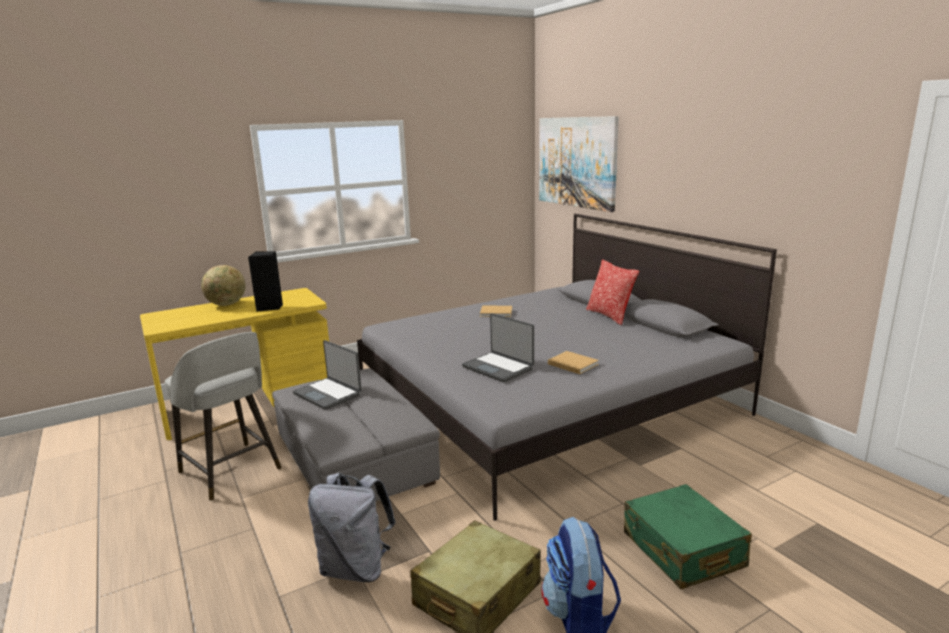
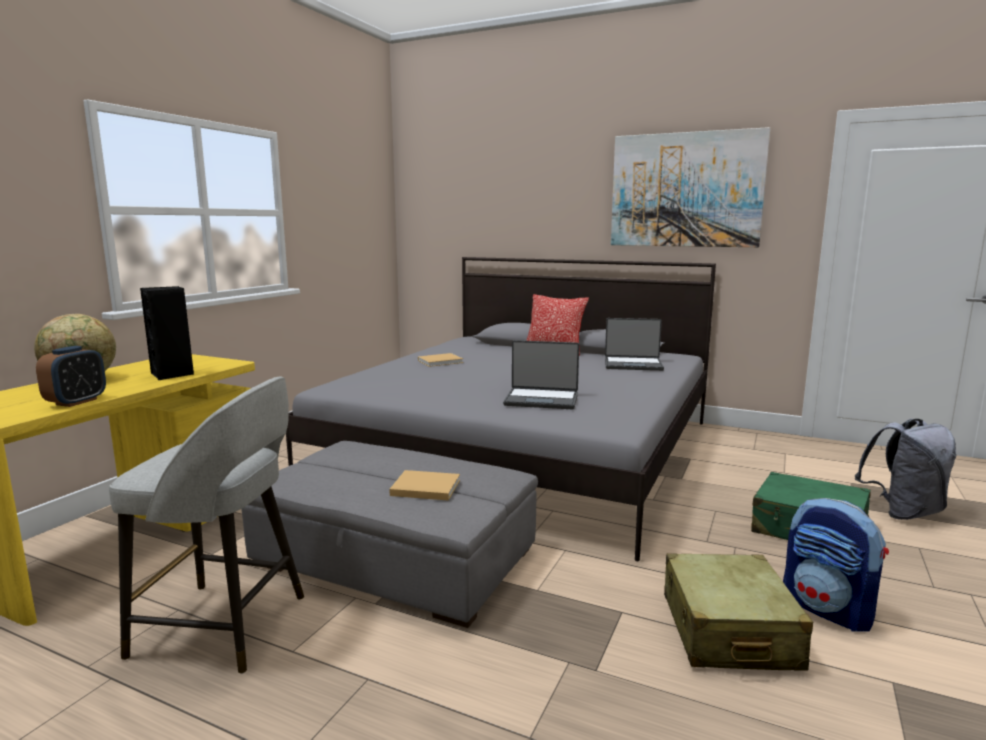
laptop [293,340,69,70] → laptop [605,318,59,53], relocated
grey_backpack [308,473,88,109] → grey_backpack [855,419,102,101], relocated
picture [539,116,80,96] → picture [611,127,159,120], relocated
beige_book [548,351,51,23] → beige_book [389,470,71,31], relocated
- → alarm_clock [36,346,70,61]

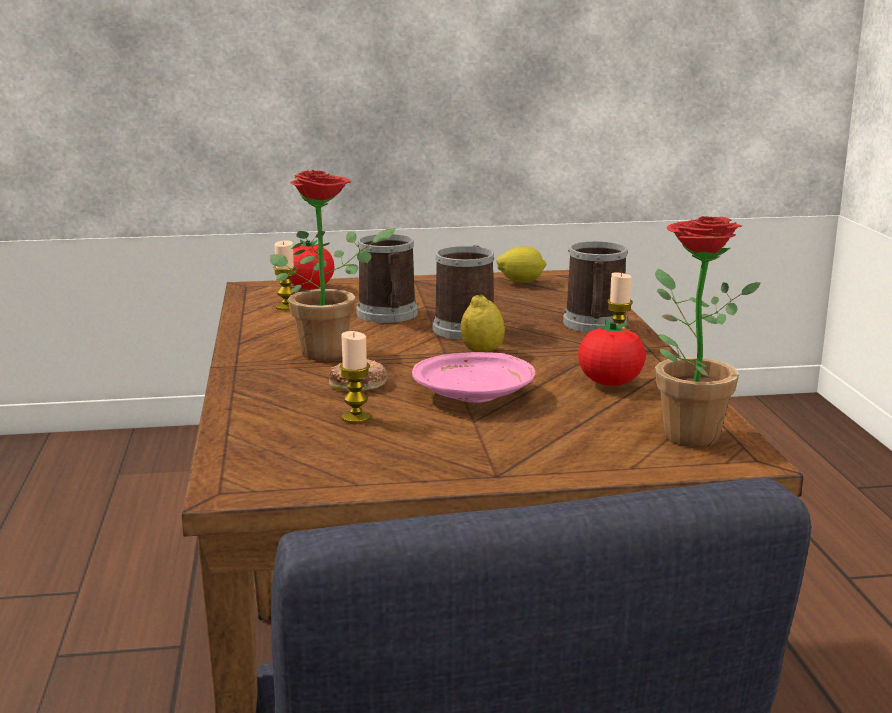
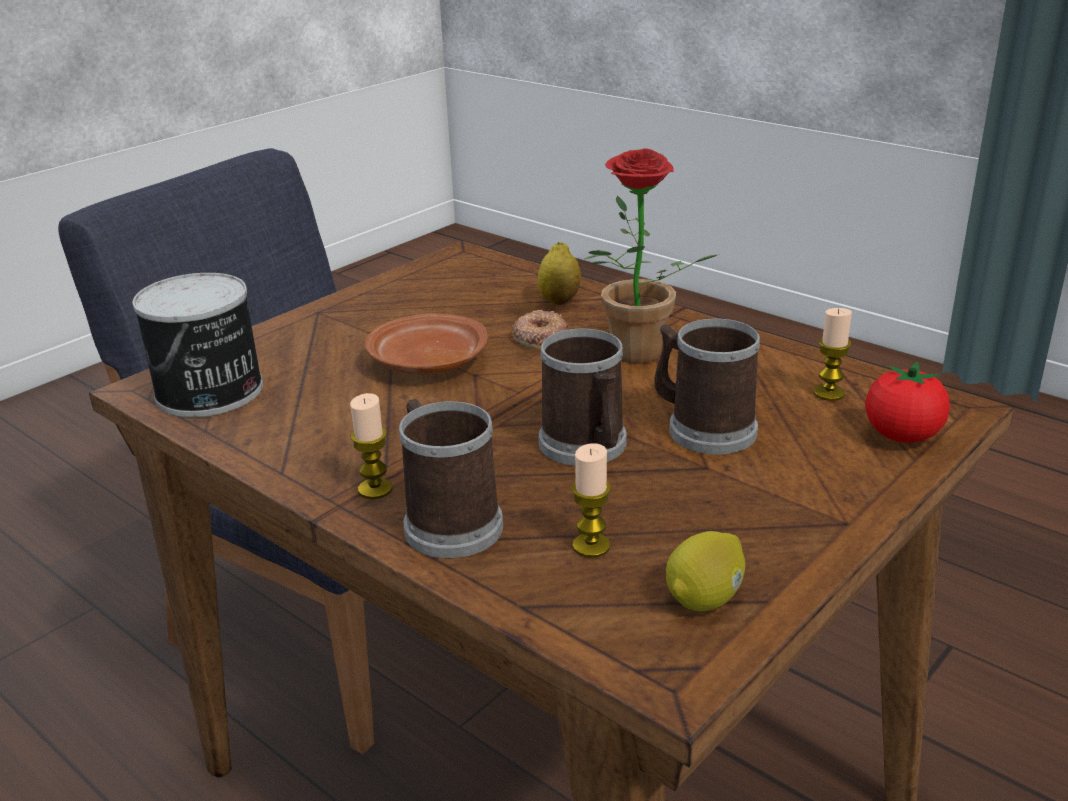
candle [339,331,32,93] → candle [571,443,40,115], relocated
pink_plate [412,352,123,51] → brown_plate [365,313,123,61]
lemon [460,294,45,59] → lemon [538,242,43,63], relocated
tomato [578,320,67,66] → -
potted_plant [655,216,106,231] → can [132,273,131,144]

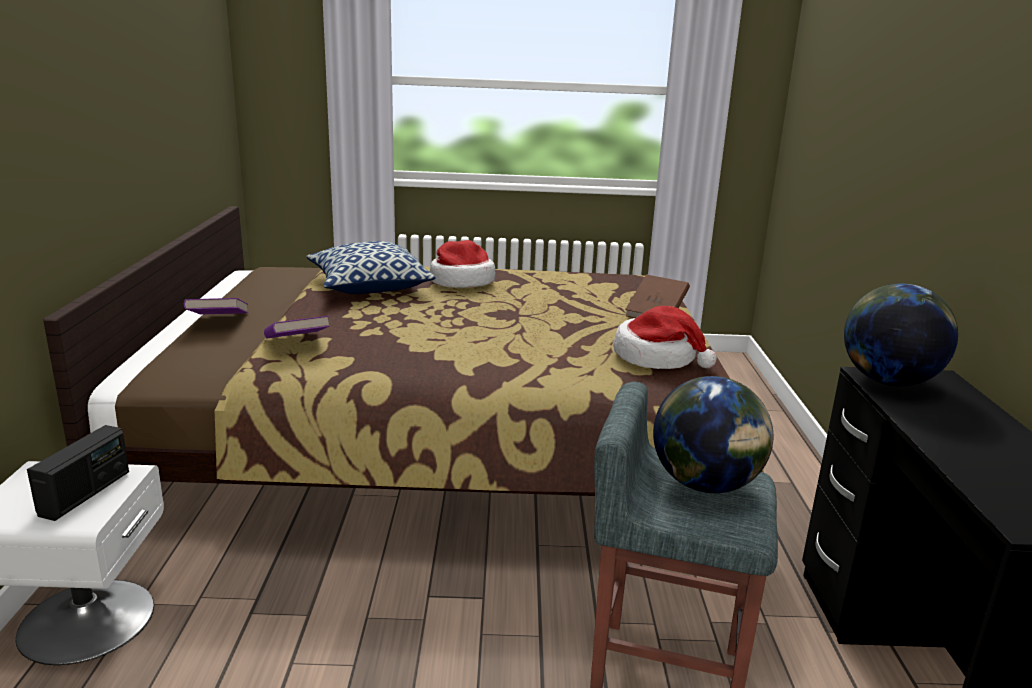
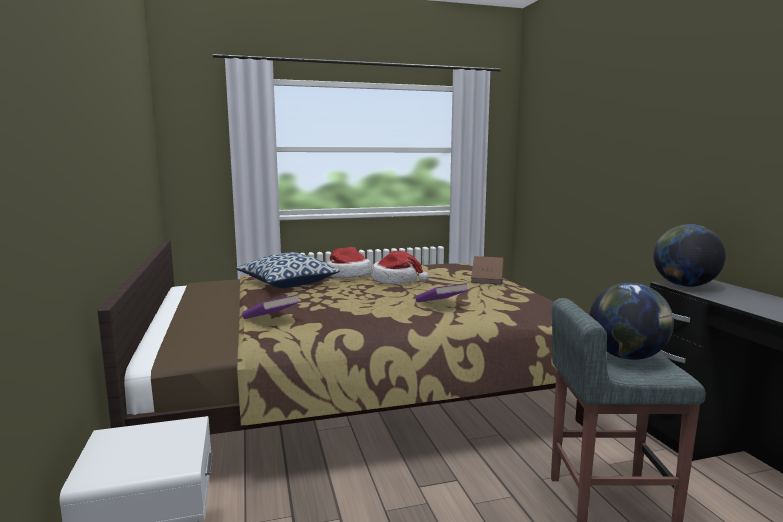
radio [27,425,102,96] → -
purple_book [184,298,64,17] → purple_book [415,283,53,19], relocated
hat [613,306,104,63] → hat [371,251,58,33], relocated

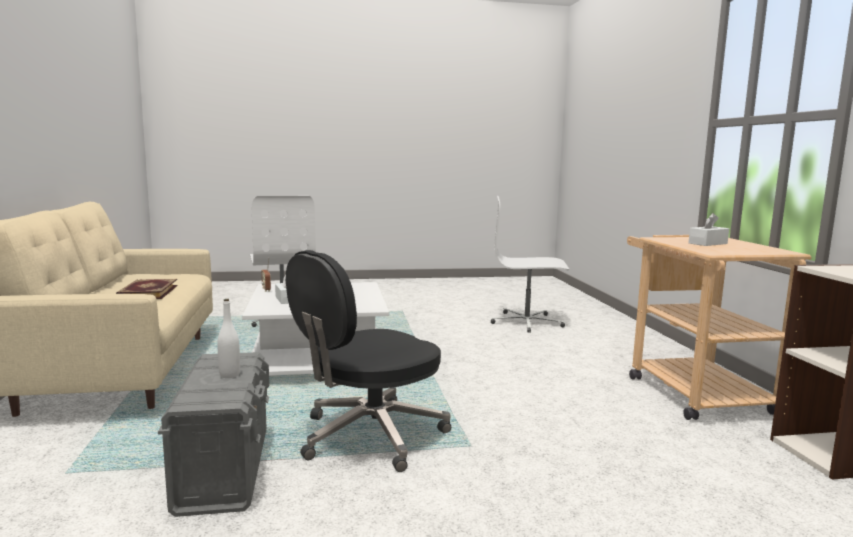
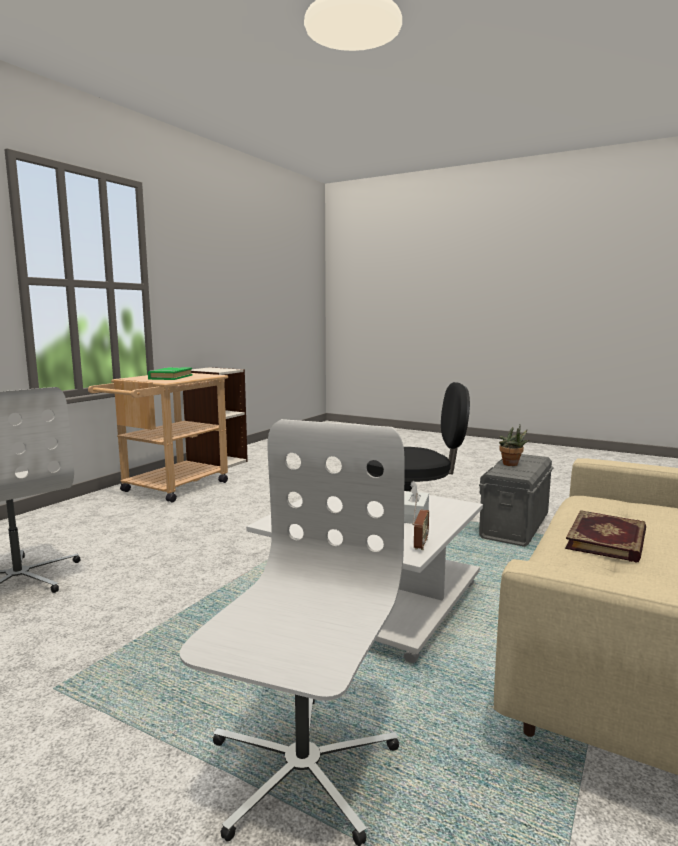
white_bottle [217,299,23,79] → potted_plant [499,425,30,41]
white_tissue_box [689,213,40,33] → green_book [148,367,44,13]

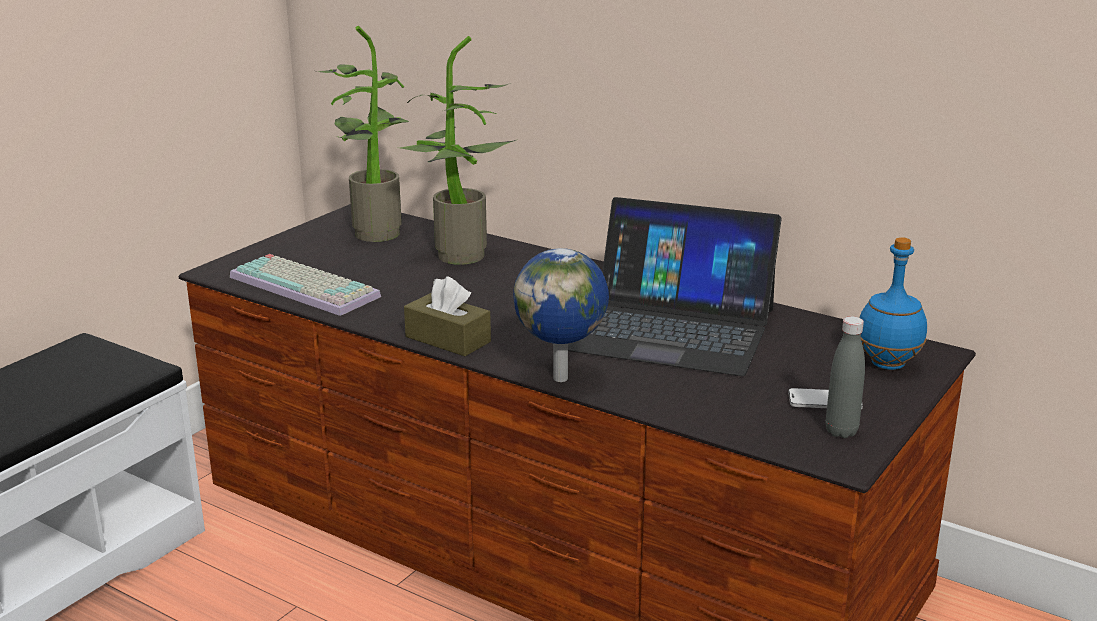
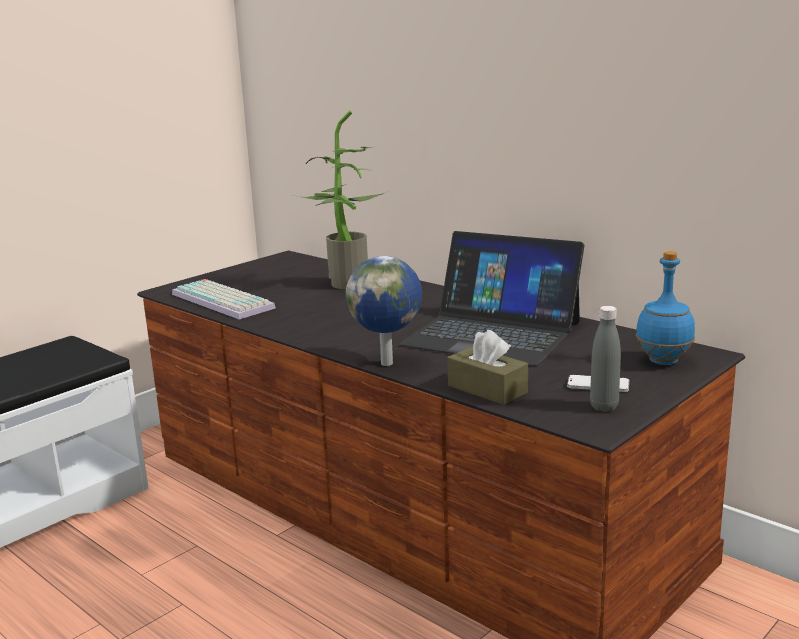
potted_plant [317,26,92,216] → -
brown_tissue_box [404,276,87,80] → brown_tissue_box [447,330,81,75], relocated

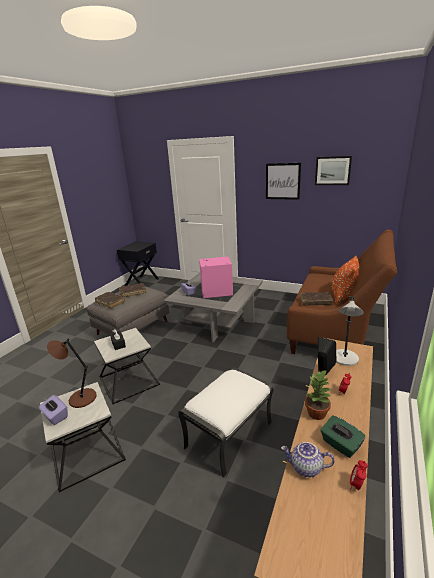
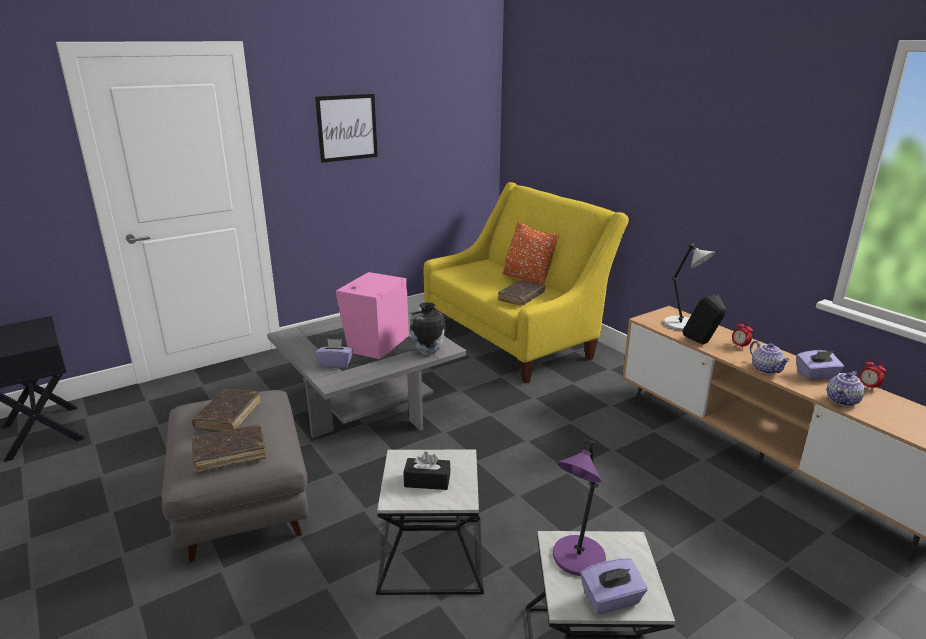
brown_table_lamp [47,339,50,69] → purple_table_lamp [553,439,53,137]
white_ottoman [178,367,95,111] → -
brown_sofa [287,229,110,125] → yellow_sofa [424,182,205,202]
potted_plant [305,370,27,50] → teapot [750,341,40,33]
picture [315,156,37,29] → -
green_tissue_box [321,416,44,42] → purple_tissue_box [796,350,48,30]
- → vase [410,302,35,54]

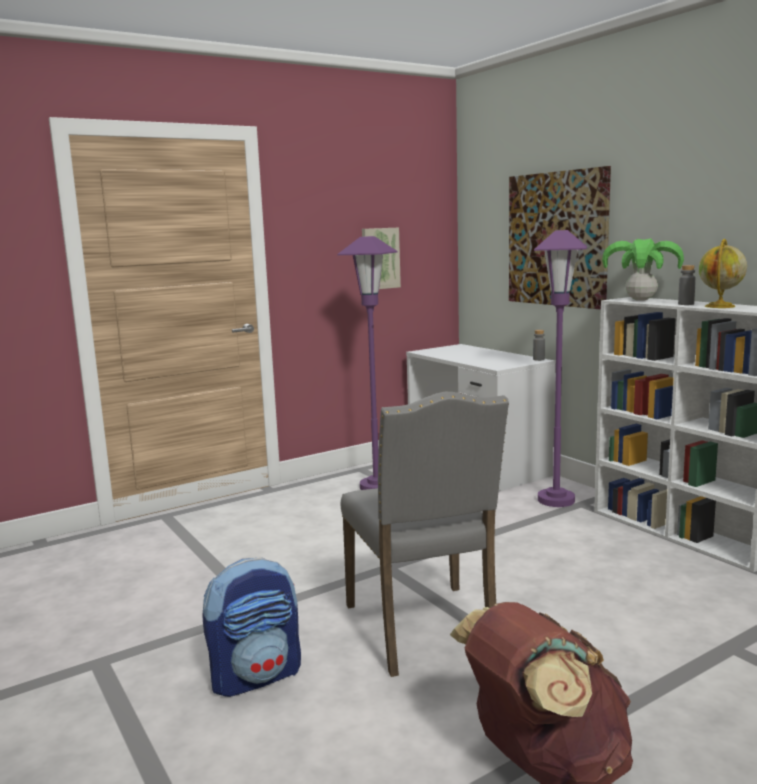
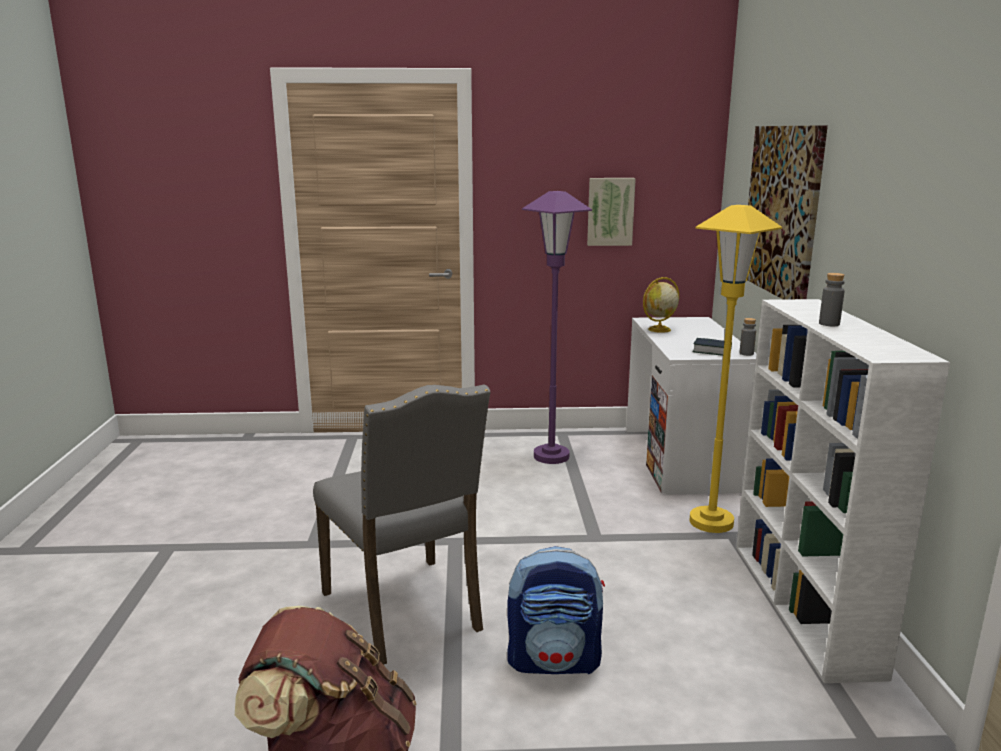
backpack [202,557,99,140] → backpack [507,546,98,128], relocated
grey_chair [341,392,168,285] → grey_chair [313,384,178,281], 45 degrees counterclockwise
purple_floor_lamp [534,230,53,277] → yellow_floor_lamp [689,205,93,328]
potted_plant [602,238,82,63] → -
globe [699,239,48,69] → globe [643,277,36,56], relocated
- → book [693,338,39,18]

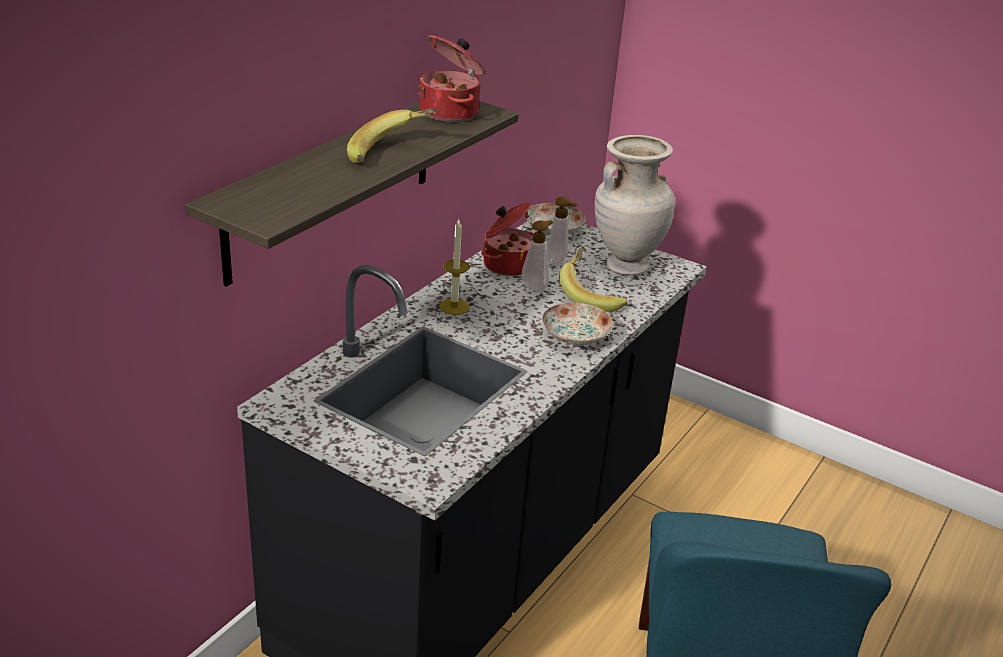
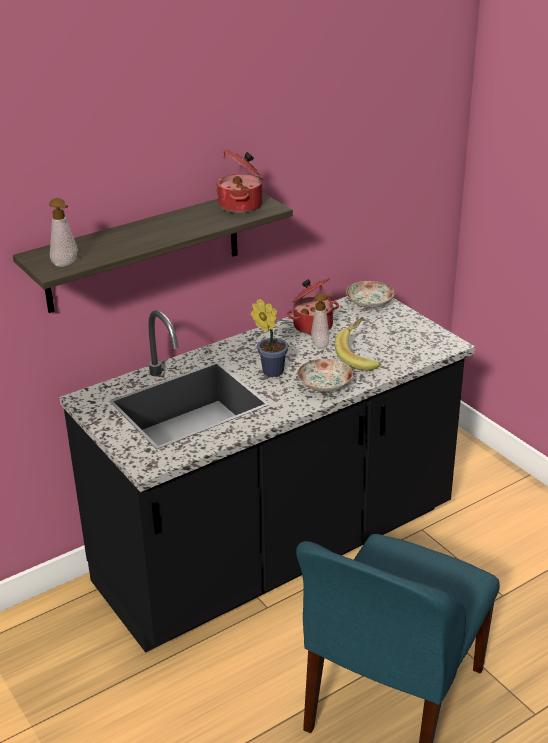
banana [347,109,91,54] → -
candle [439,220,31,95] → -
soap_dispenser [547,197,31,69] → soap_dispenser [49,198,29,69], relocated
beige_vase [595,135,80,140] → -
- → potted_plant [251,299,37,78]

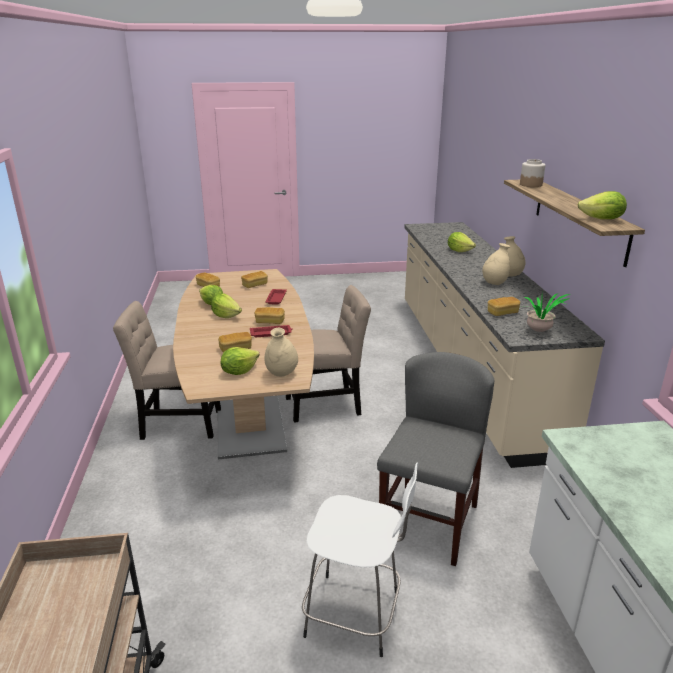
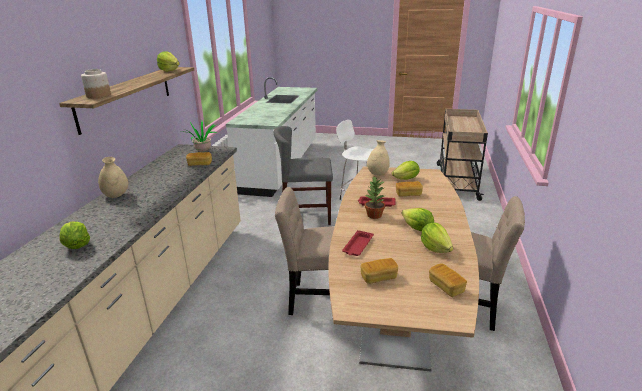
bread [255,307,30,17] → potted_plant [365,177,20,42]
grey_chair [377,352,118,214] → grey_chair [273,126,60,99], 45 degrees clockwise
beige_vase [482,243,28,42] → -

